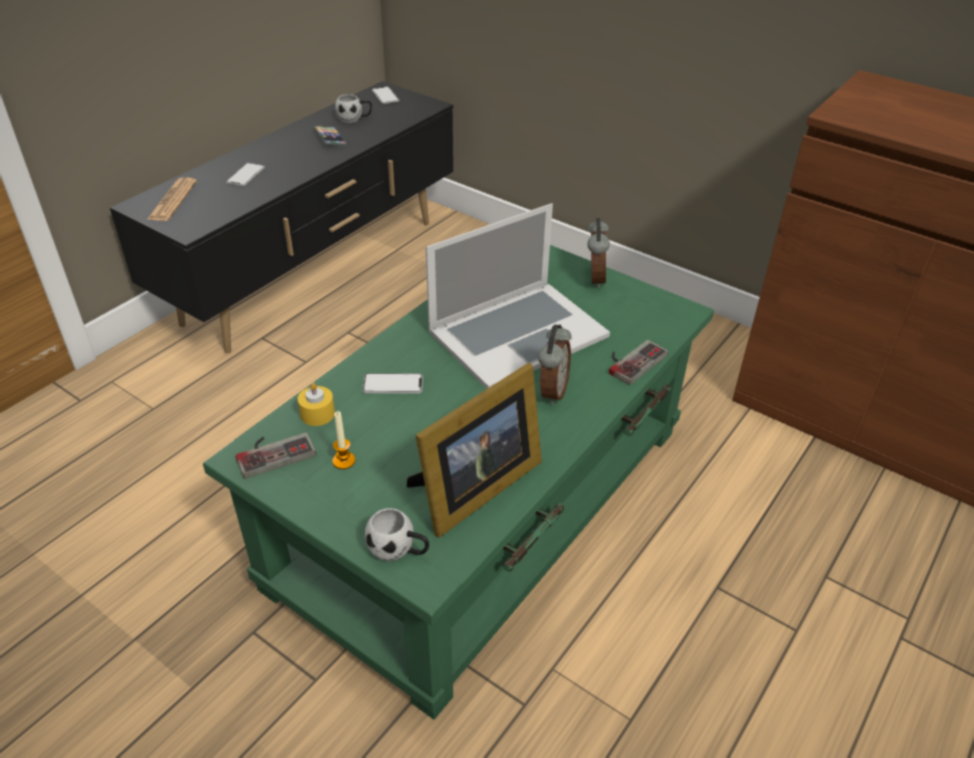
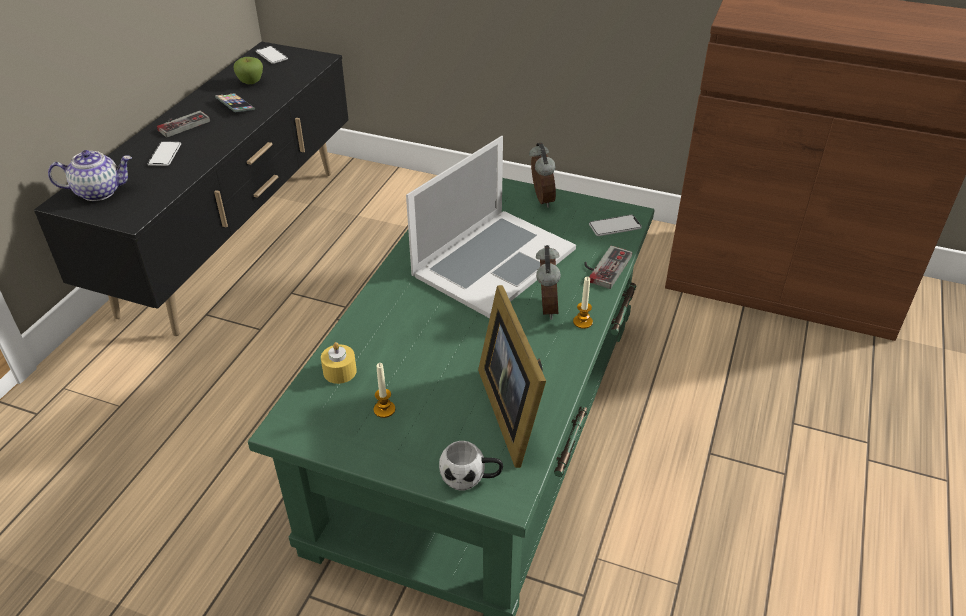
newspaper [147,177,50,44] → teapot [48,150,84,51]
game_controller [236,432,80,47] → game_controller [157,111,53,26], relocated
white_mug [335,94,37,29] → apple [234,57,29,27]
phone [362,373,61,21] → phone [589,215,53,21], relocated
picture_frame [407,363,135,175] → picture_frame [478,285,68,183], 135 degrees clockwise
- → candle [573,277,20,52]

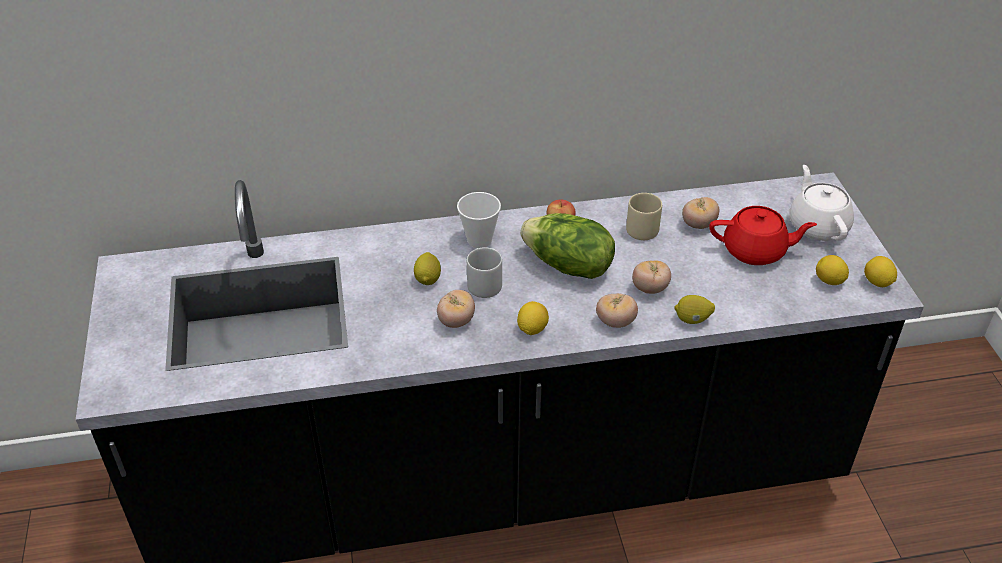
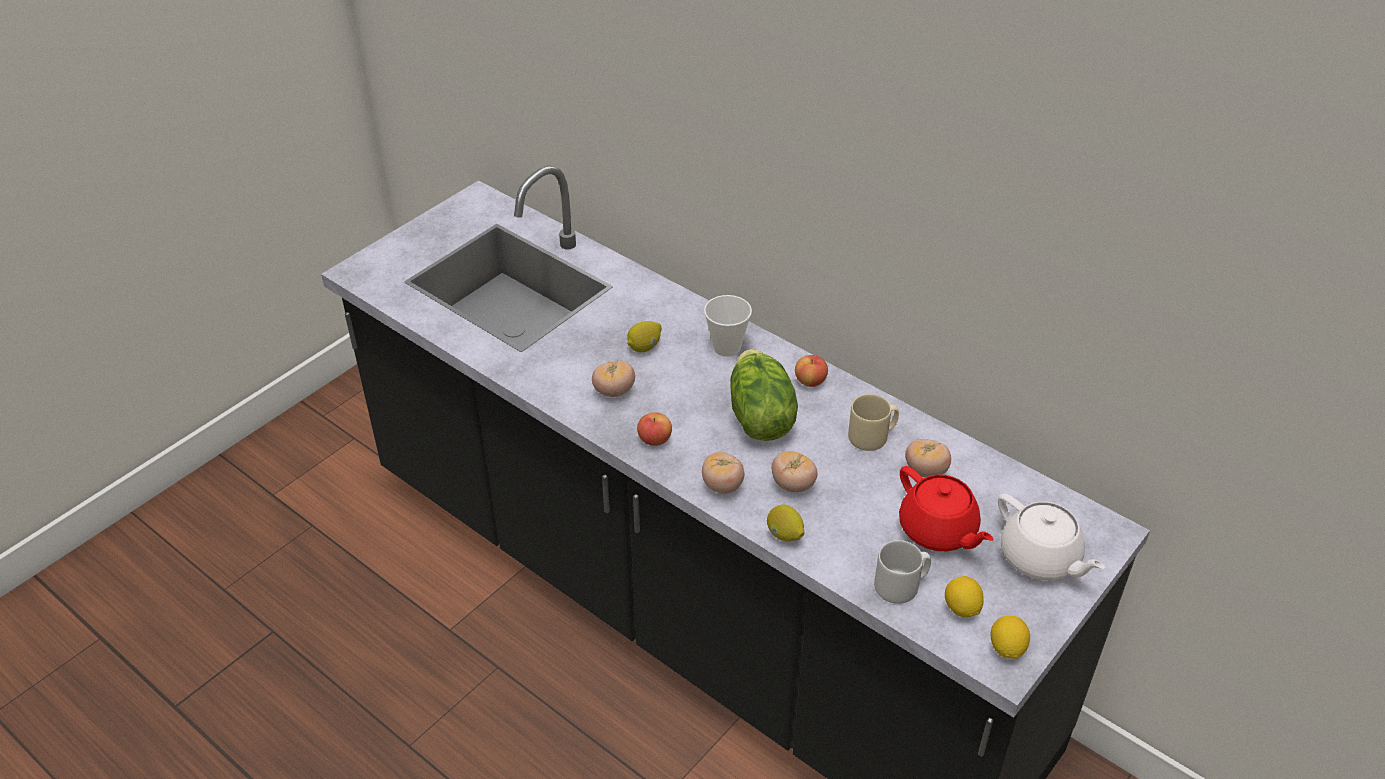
grey_mug [467,247,35,51] → grey_mug [874,540,57,64], relocated
lemon [517,301,32,34] → apple [637,412,35,34]
white_teapot [789,165,65,76] → white_teapot [998,494,107,86], 105 degrees clockwise

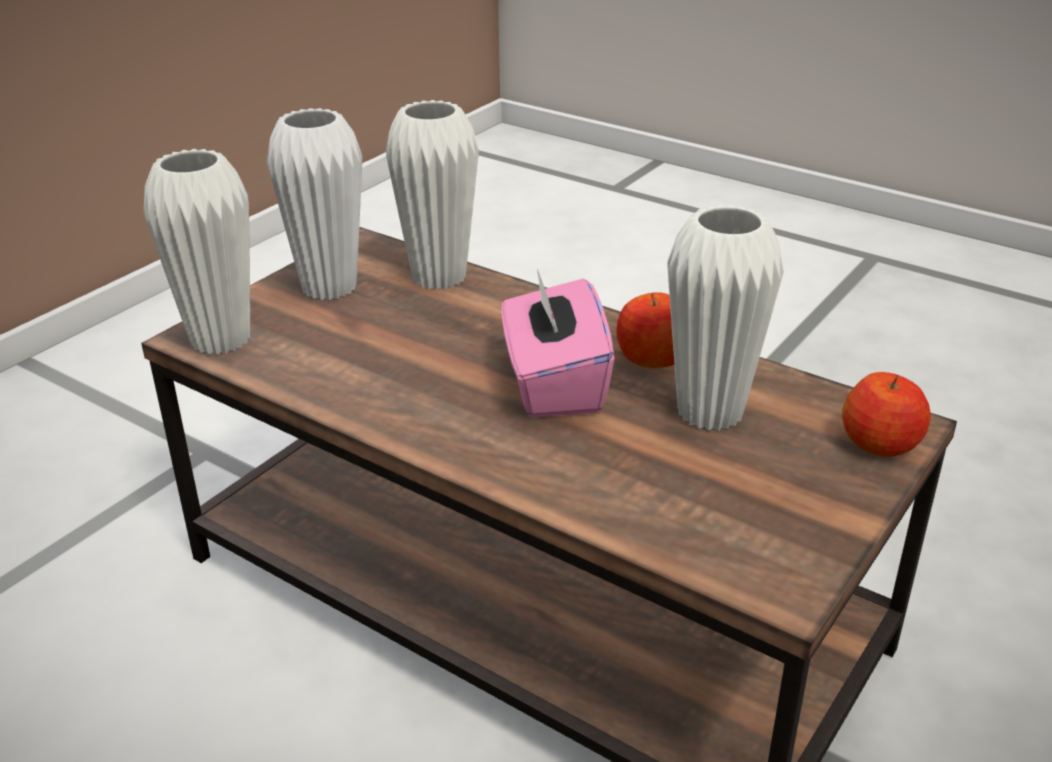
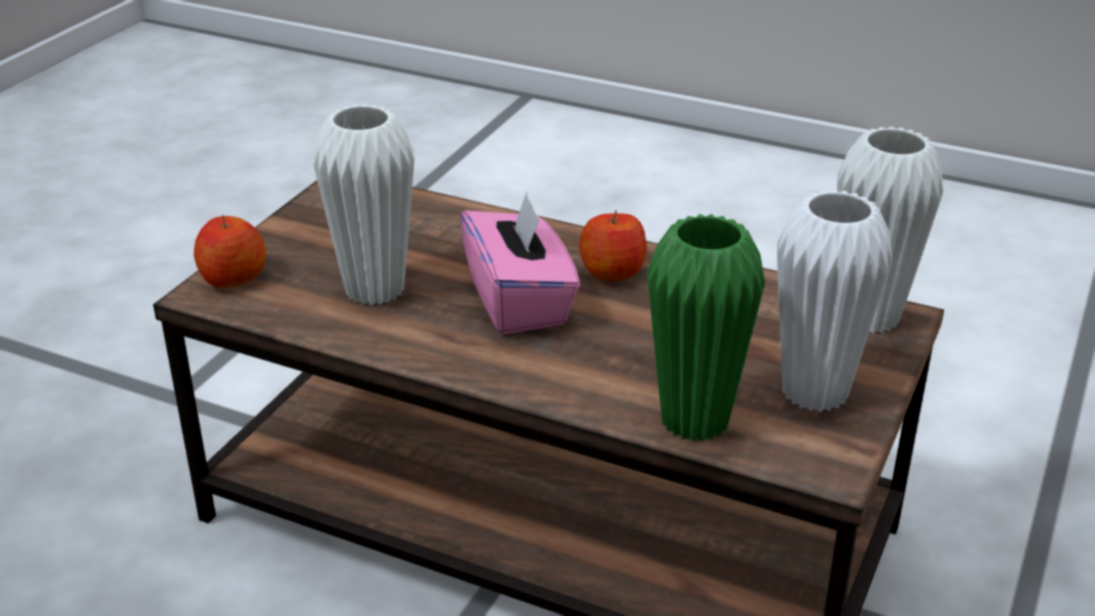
white_vase [386,100,93,190] → green_vase [647,214,118,228]
apple [616,292,58,76] → apple [579,210,68,71], relocated

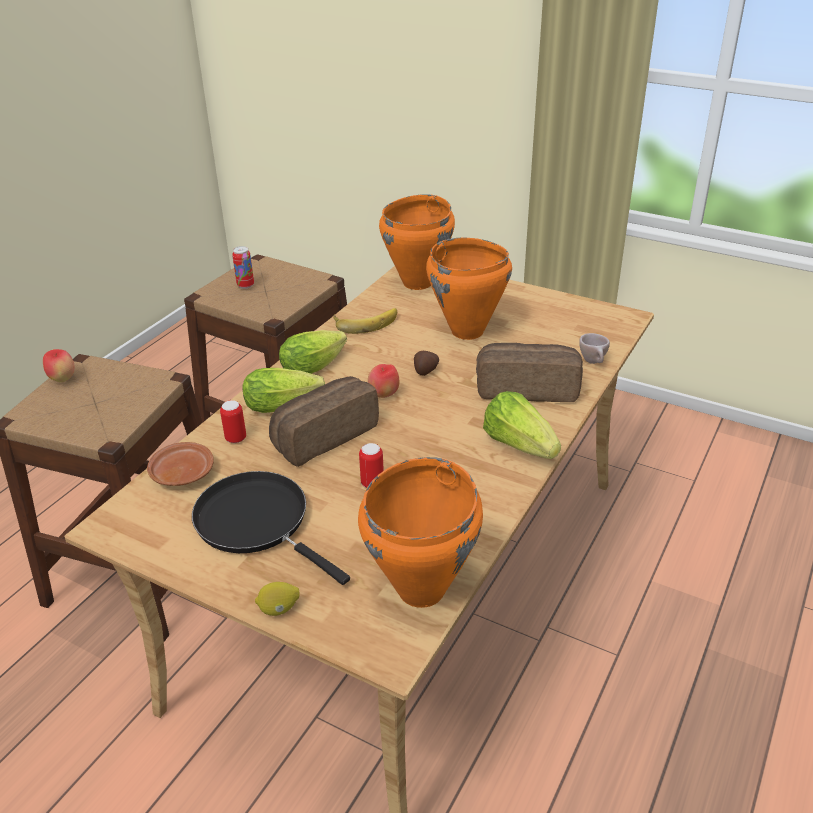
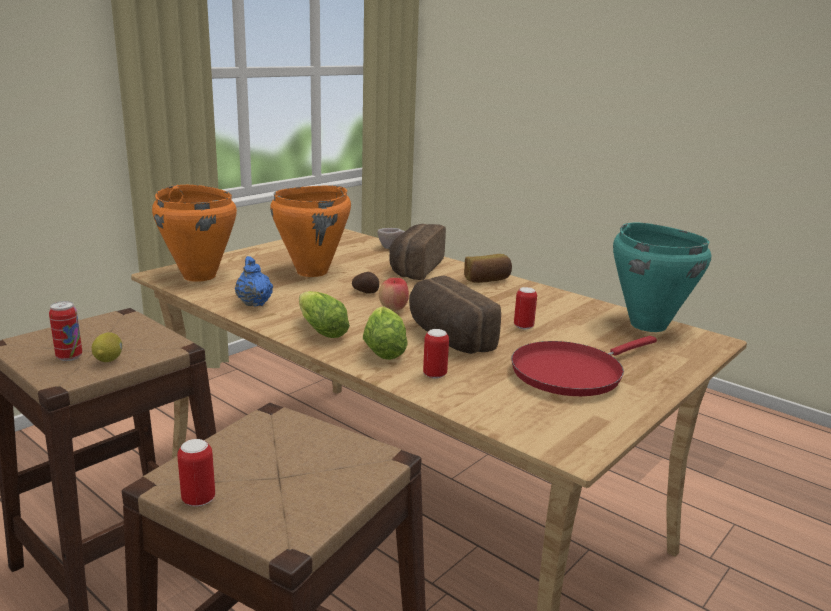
apple [43,349,32,33] → can [177,439,38,68]
brown_plate [147,442,67,44] → -
black_frying_pan [192,471,158,114] → red_frying_pan [511,336,146,60]
lemon [255,582,45,34] → lemon [92,332,30,30], relocated
banana [333,308,64,26] → blue_teapot [235,256,38,50]
orange_cooking_pot [358,457,125,151] → turquoise_cooking_pot [613,223,98,109]
lettuce [483,391,78,68] → bread [464,254,48,29]

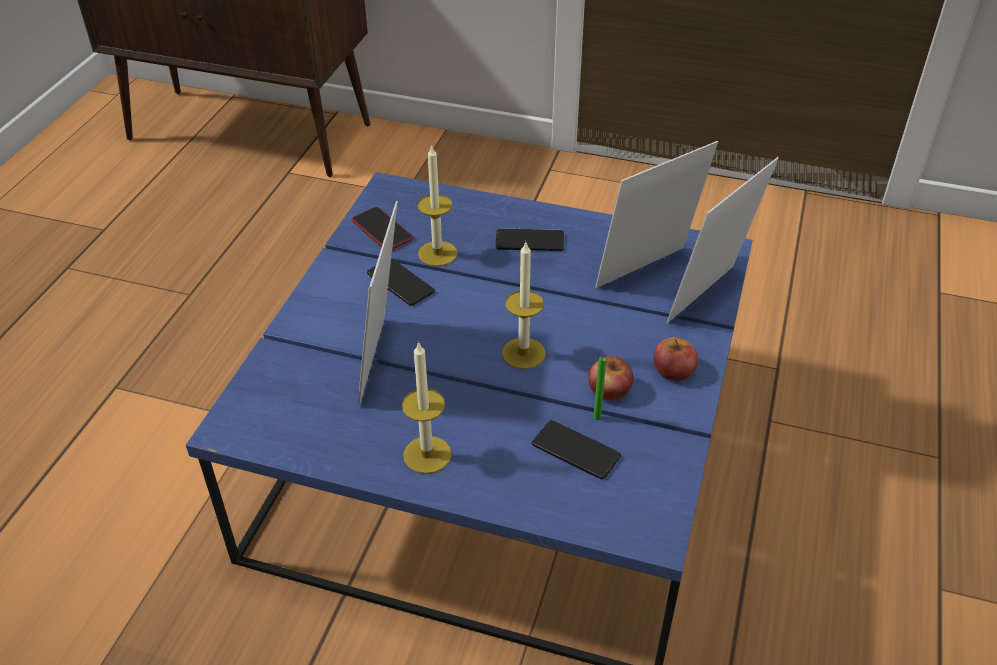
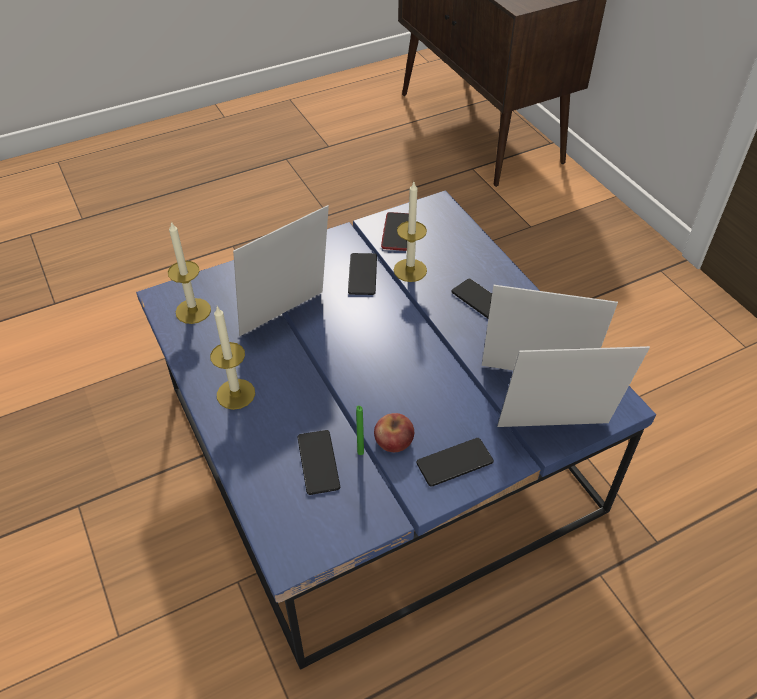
candle [502,241,44,128] → candle [168,222,43,102], relocated
apple [654,337,44,44] → phone [416,438,78,49]

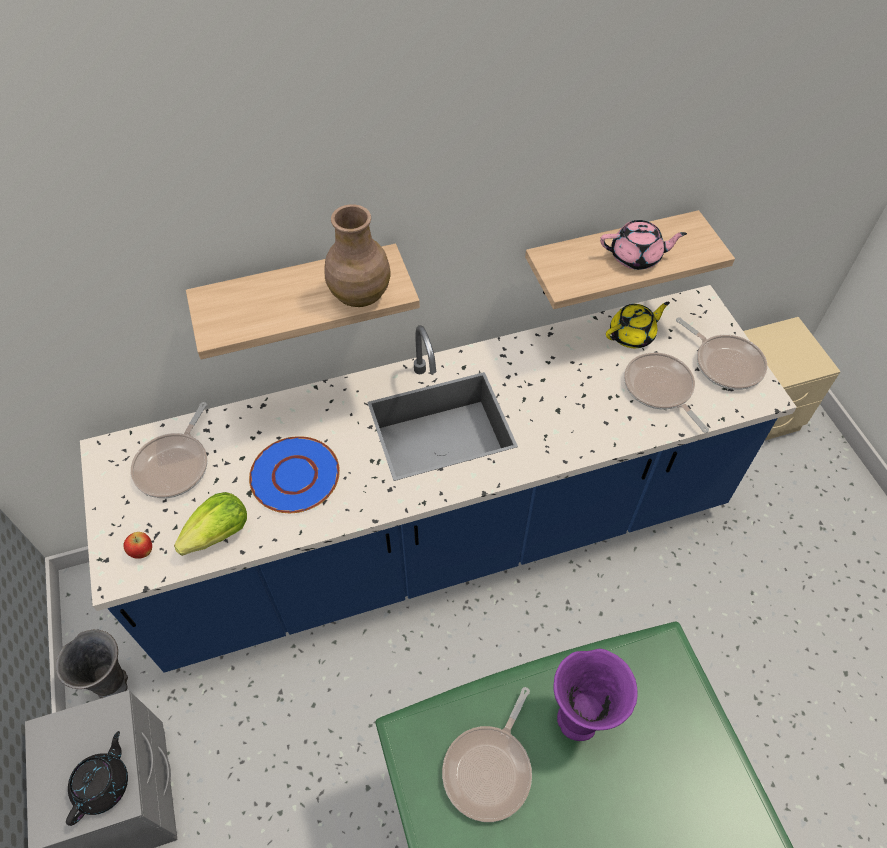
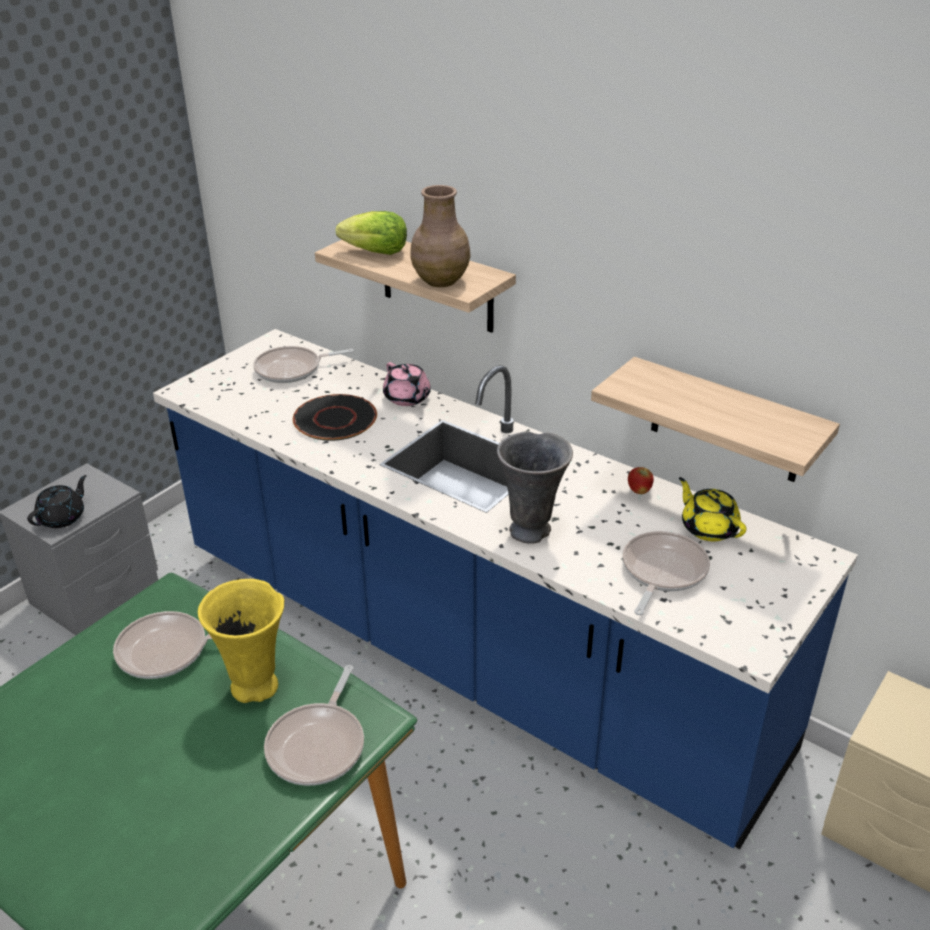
grey_vase [56,630,72,68] → grey_vase [497,431,76,113], relocated
black_teapot [66,731,62,95] → black_teapot [27,475,60,53], 45 degrees counterclockwise
apple [123,532,29,27] → apple [628,467,26,27], relocated
lettuce [174,492,73,64] → lettuce [336,211,71,44], relocated
blue_plate [249,436,91,77] → black_plate [293,394,84,47]
purple_vase [553,649,85,92] → yellow_vase [198,579,86,124]
pink_teapot [600,220,87,50] → pink_teapot [383,362,48,44], relocated
yellow_teapot [606,302,64,46] → yellow_teapot [679,477,67,64], 150 degrees counterclockwise
frying_pan [676,317,91,73] → frying_pan [264,665,100,121], relocated

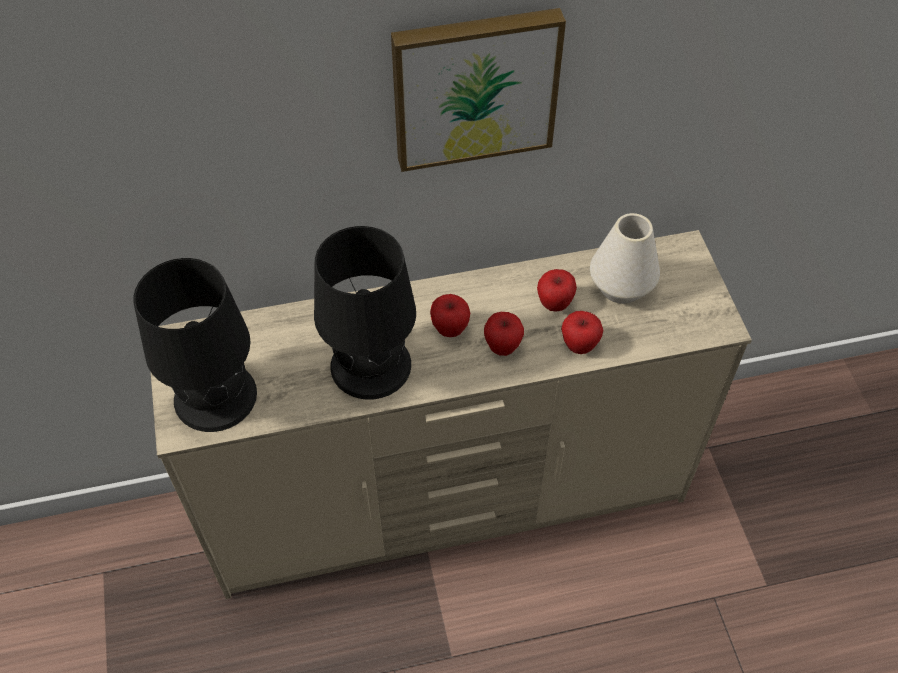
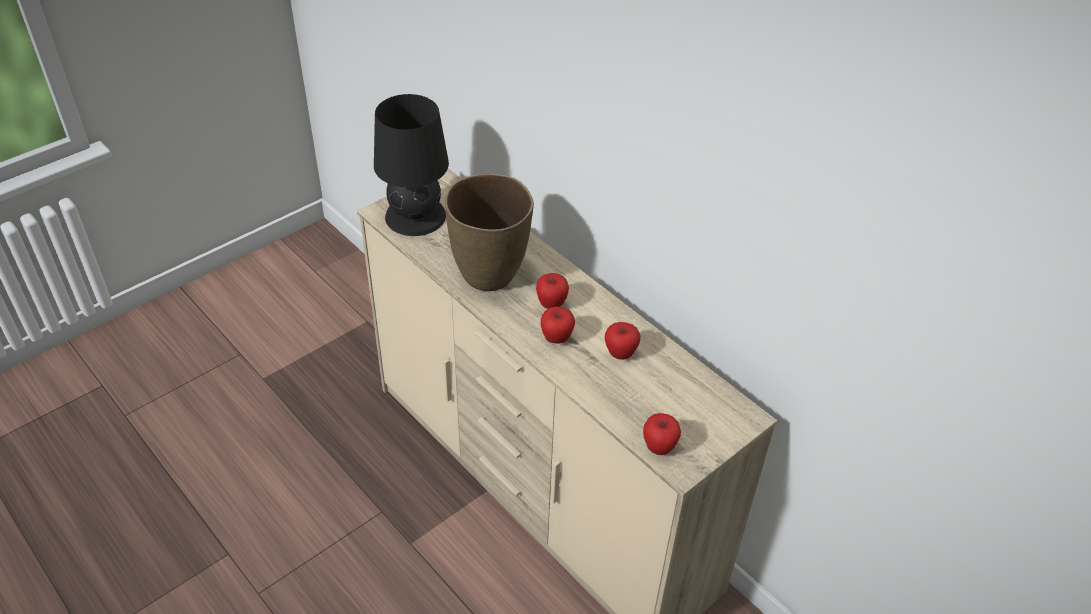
black_table_lamp [314,226,102,174] → brown_vase [445,174,89,117]
picture [391,8,175,164] → -
apple [561,311,42,43] → apple [643,413,38,42], relocated
white_vase [590,213,70,91] → -

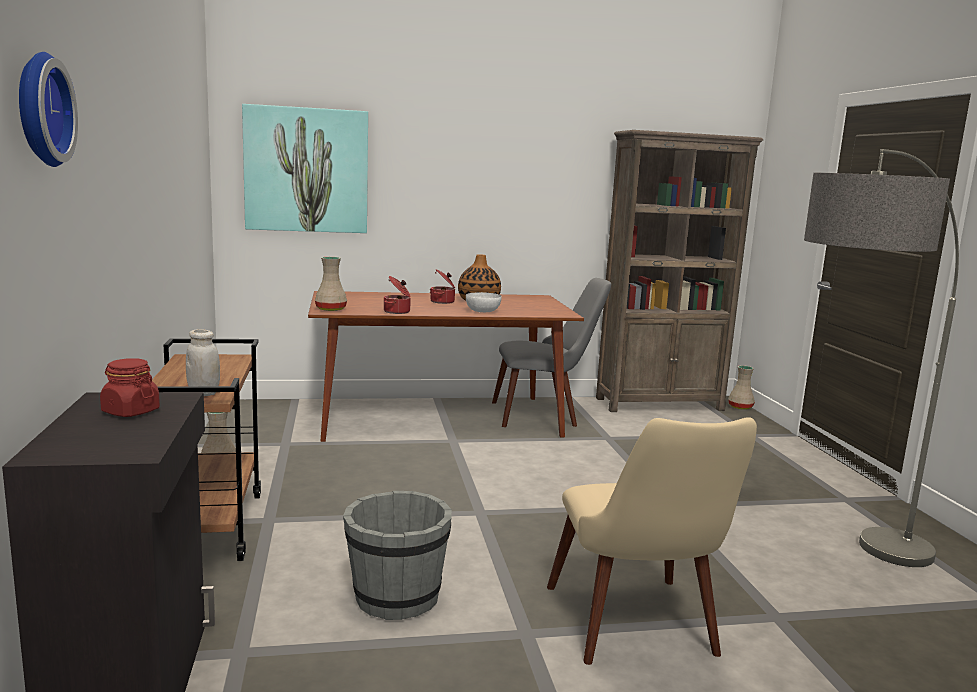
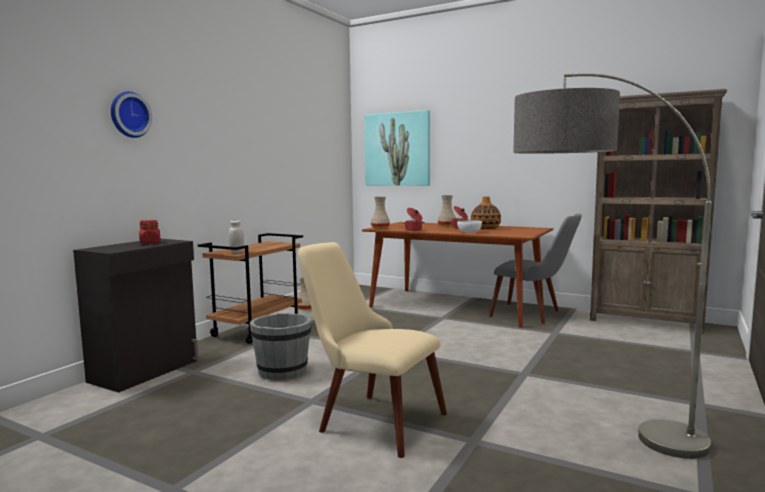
beige_chair [547,417,210,248] → beige_chair [298,242,149,216], 90 degrees clockwise
beige_vase [728,365,27,45] → beige_vase [438,195,18,32], relocated

